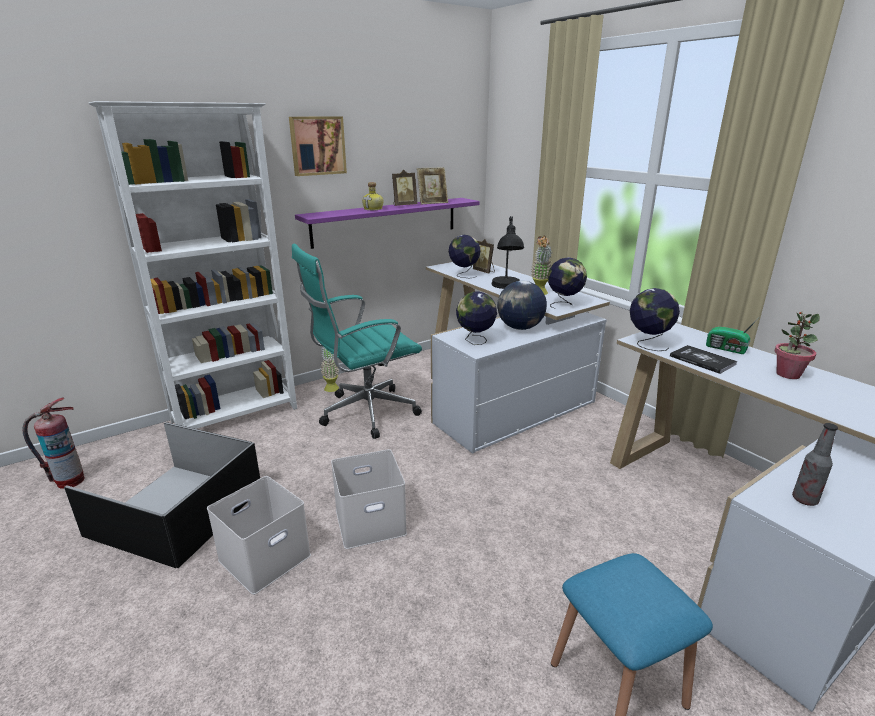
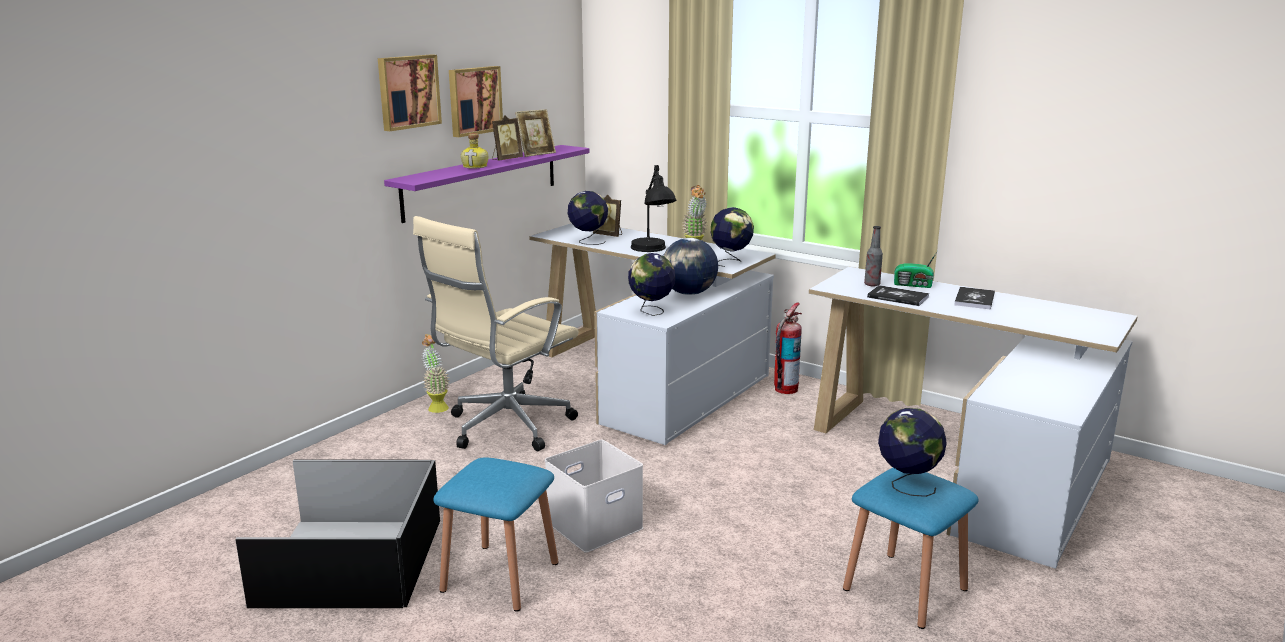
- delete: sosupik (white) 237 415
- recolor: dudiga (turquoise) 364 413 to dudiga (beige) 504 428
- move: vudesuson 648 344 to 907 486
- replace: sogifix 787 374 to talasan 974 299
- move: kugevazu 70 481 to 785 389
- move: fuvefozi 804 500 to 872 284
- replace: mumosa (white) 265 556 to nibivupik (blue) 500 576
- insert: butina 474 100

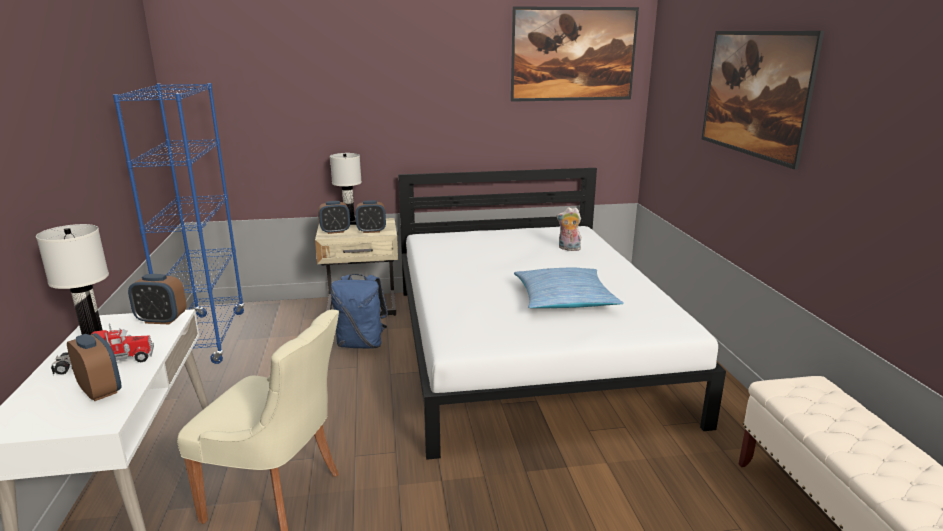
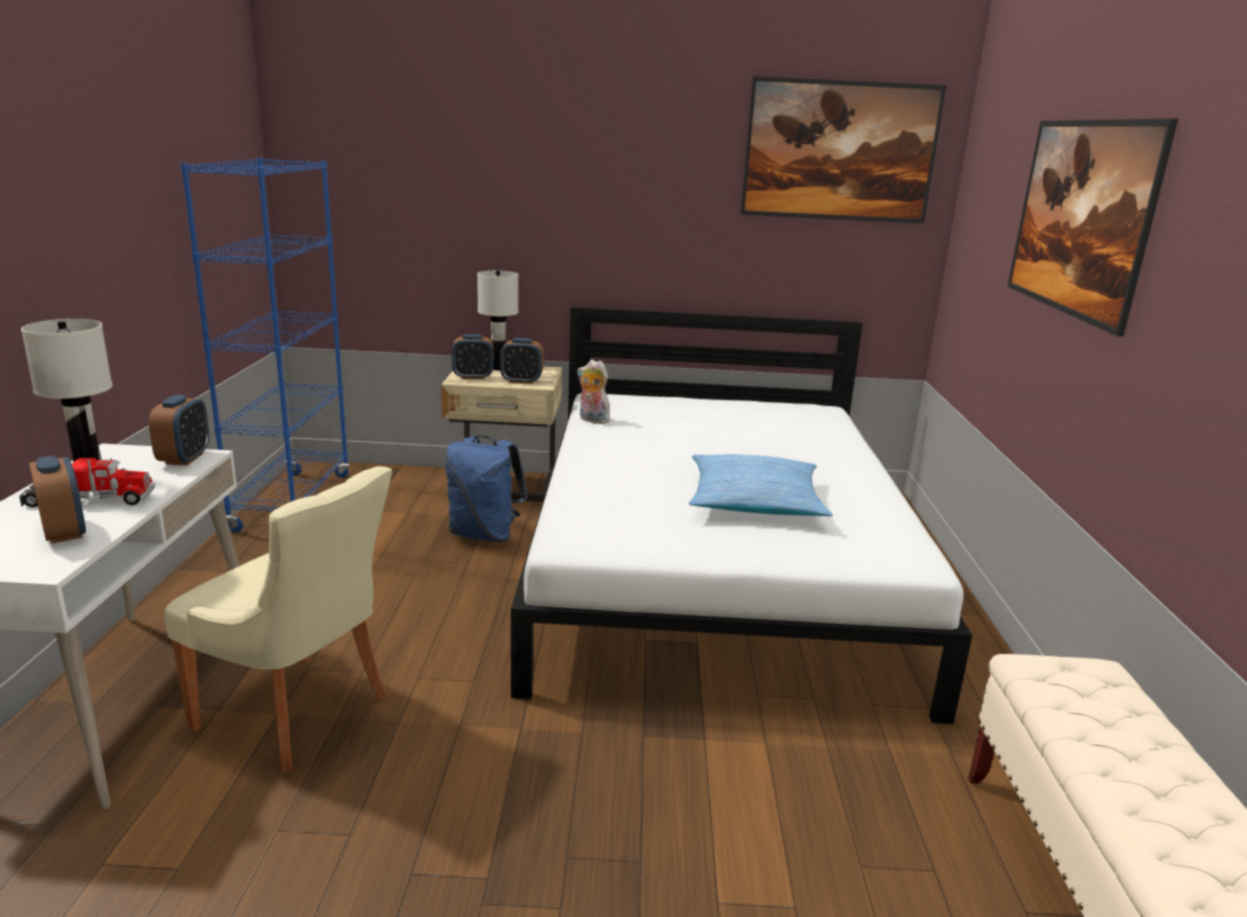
- move: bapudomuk 568 249 to 592 420
- rotate: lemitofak 161 320 = 184 458 105 degrees counterclockwise

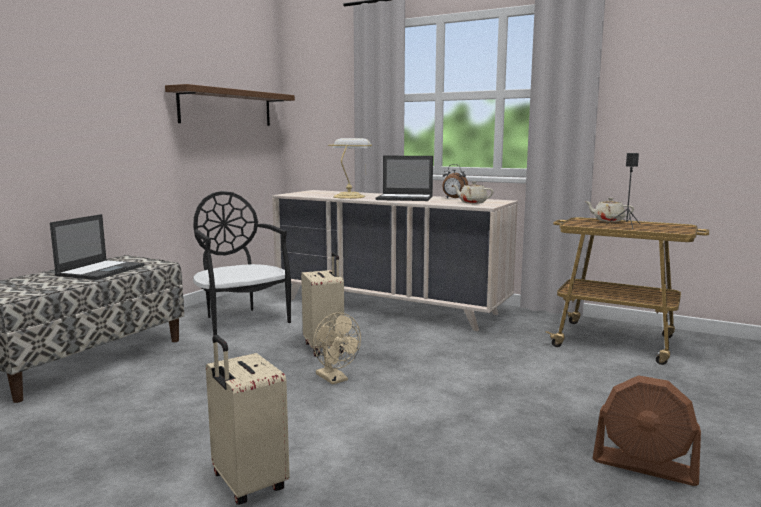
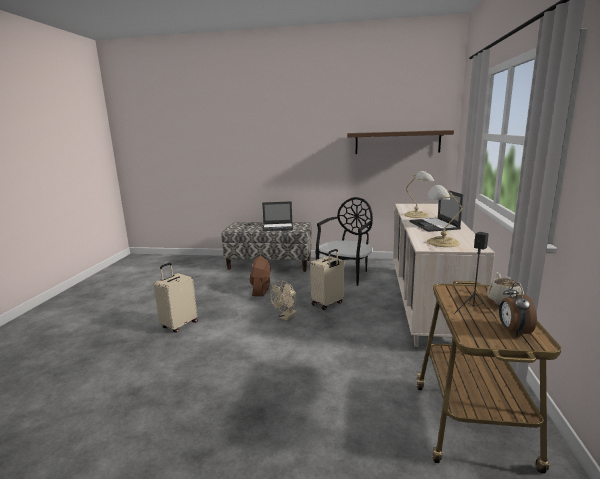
- move: lemitofak 453 198 to 513 331
- replace: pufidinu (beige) 472 202 to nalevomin 441 242
- move: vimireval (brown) 645 466 to 261 289

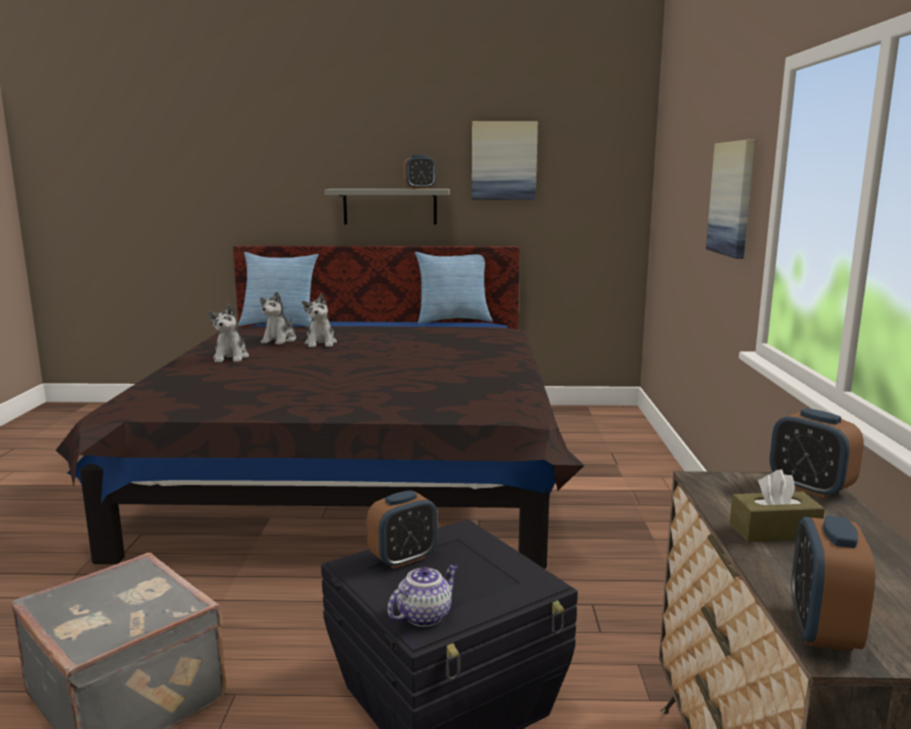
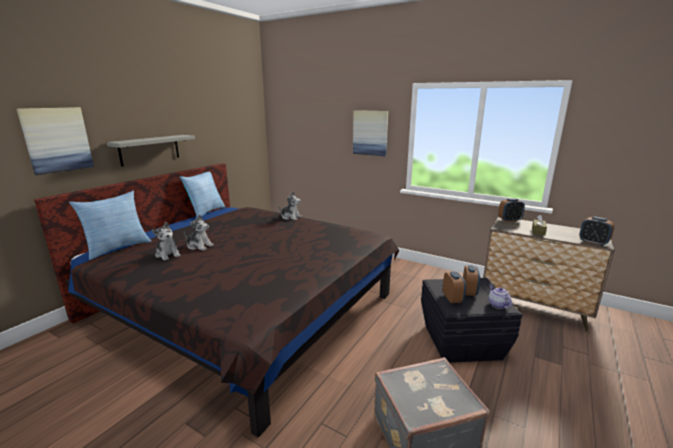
- move: butina 504 161 to 57 140
- move: lemitofak 419 188 to 469 292
- move: bapudomuk 231 357 to 290 217

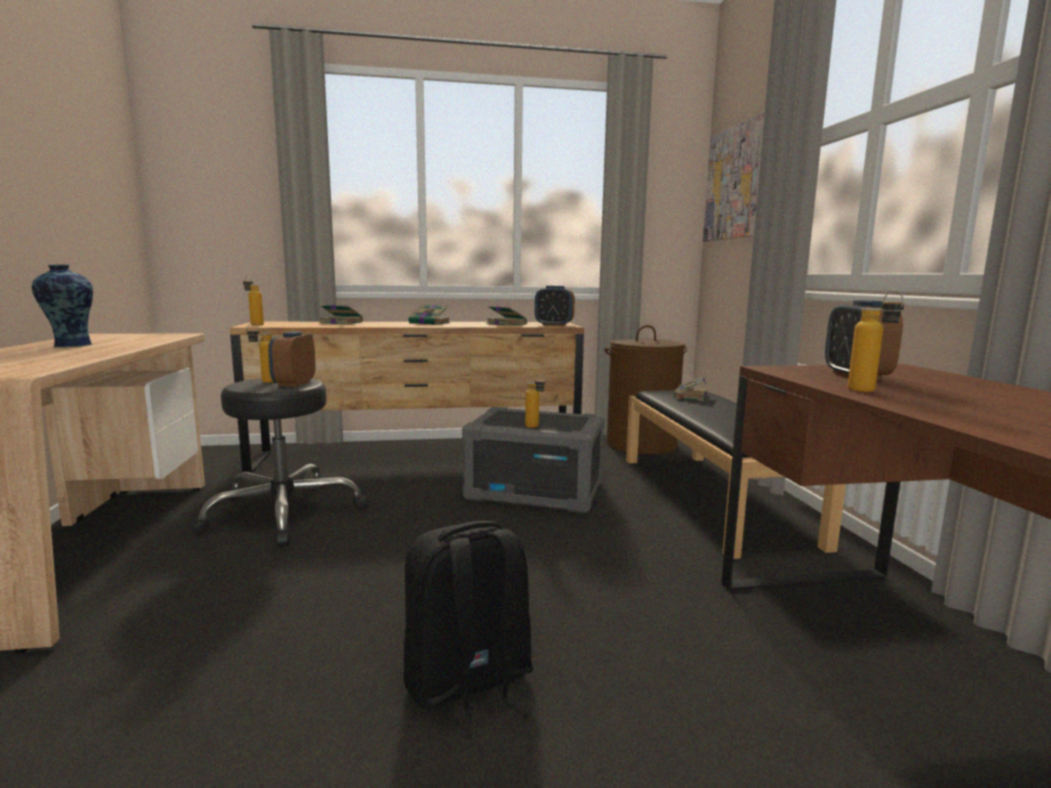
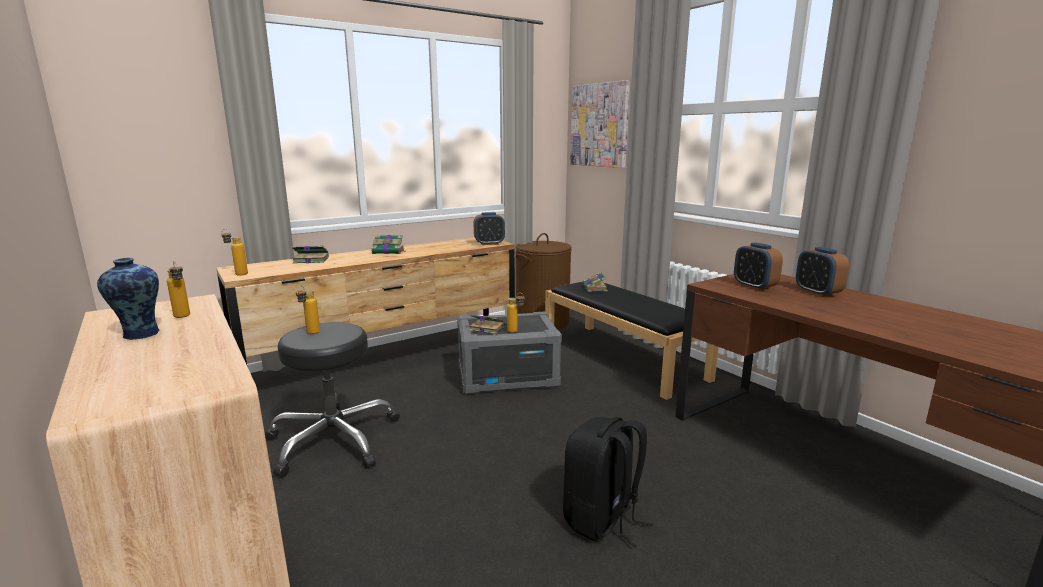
- move: fuvefozi 869 392 to 183 317
- move: talasan 505 324 to 486 328
- move: lemitofak 294 384 to 817 292

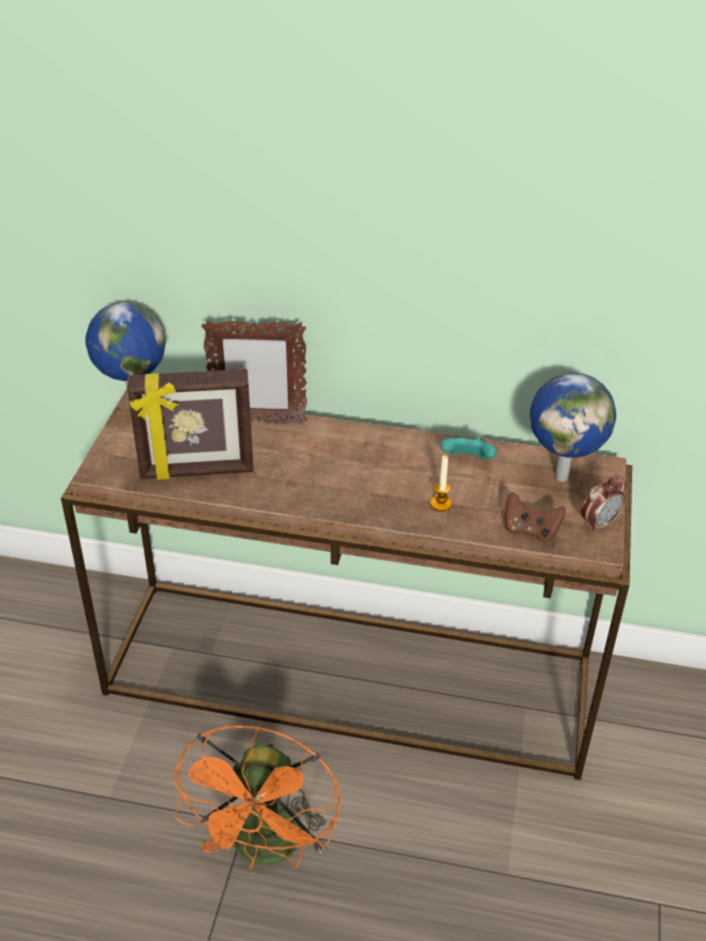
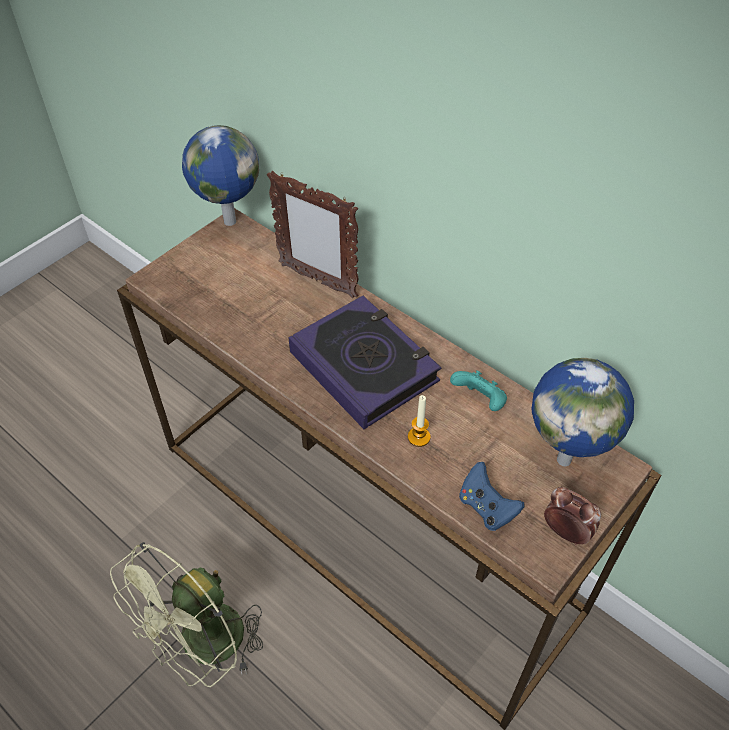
- delete: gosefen 197 471
- rotate: lemitofak 599 523 = 565 532 135 degrees counterclockwise
- recolor: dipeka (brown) 530 531 to dipeka (blue) 486 507
- recolor: vimireval (orange) 267 850 to vimireval (green) 203 648
- insert: talasan 364 366

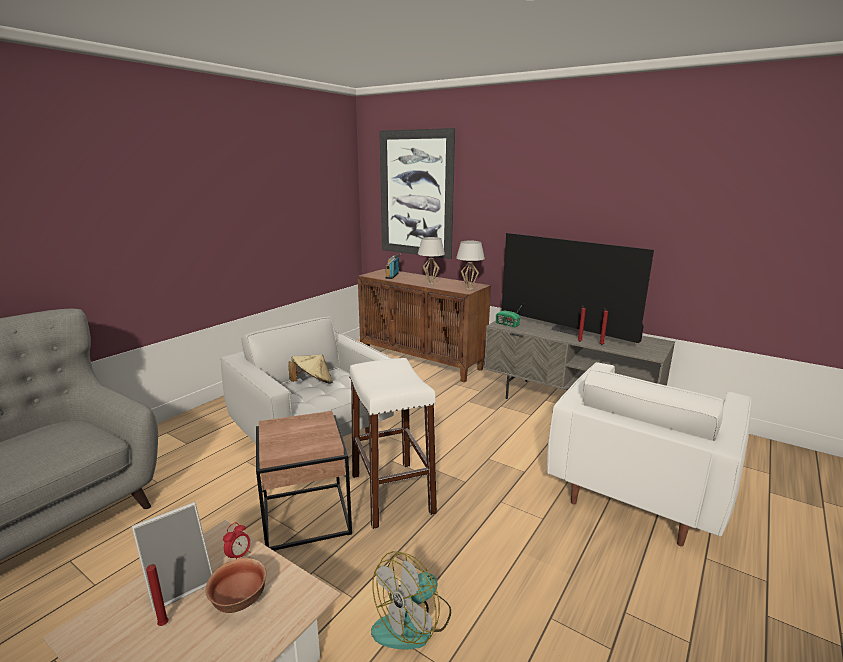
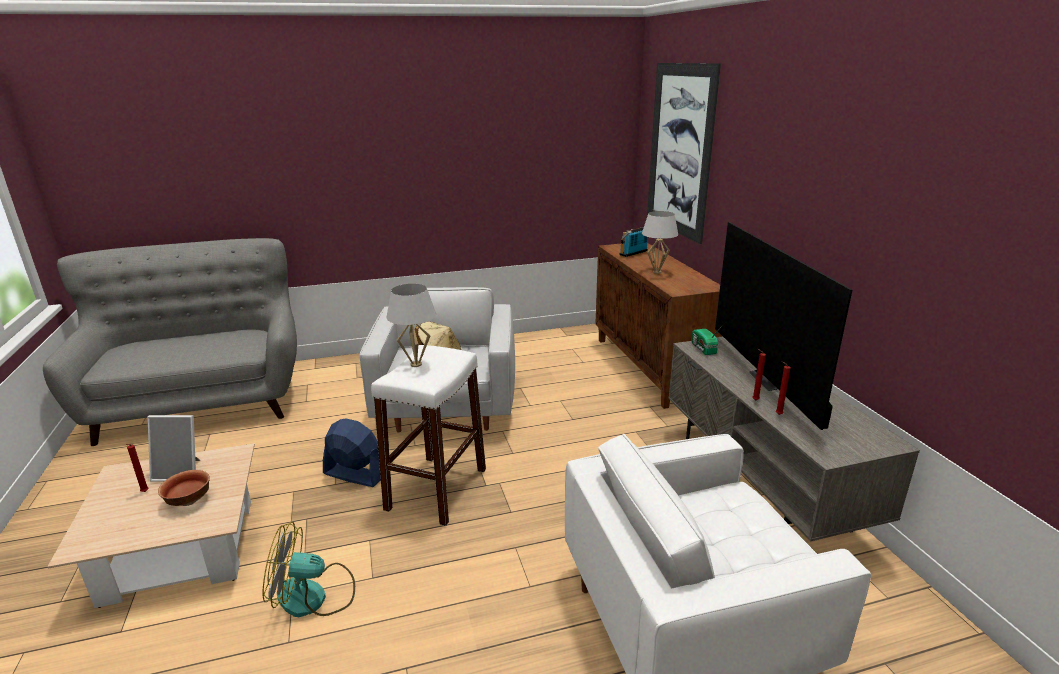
- move: nalevomin (white) 469 289 to 416 364
- replace: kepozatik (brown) 305 517 to vimireval (blue) 354 474
- delete: lemitofak 239 556

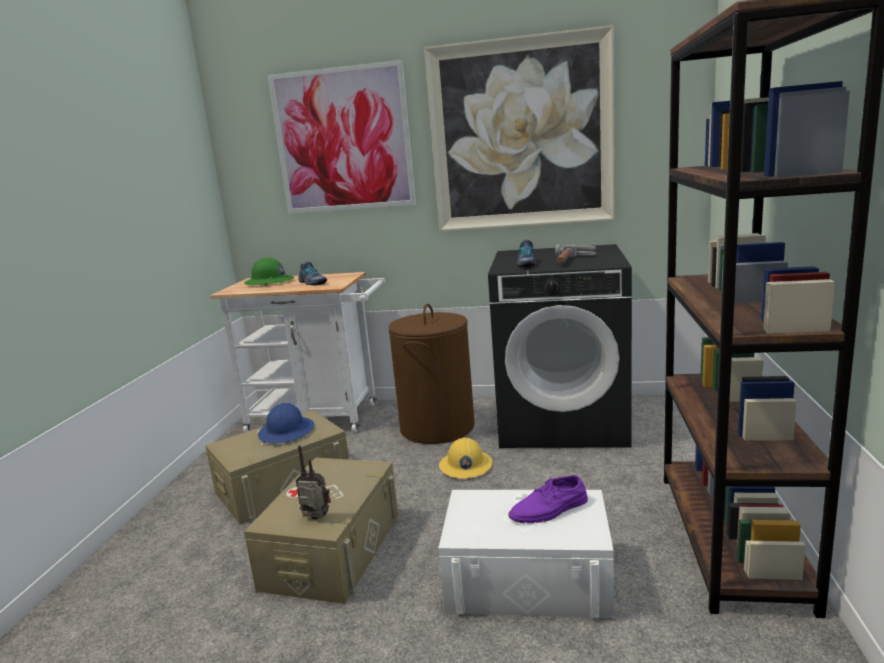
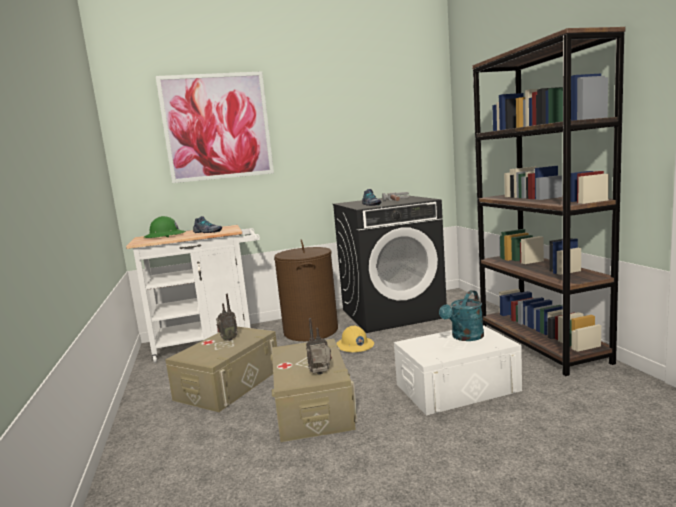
- delete: butina 521 135
- replace: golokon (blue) 286 431 to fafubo 228 339
- replace: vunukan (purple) 549 510 to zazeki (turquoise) 465 337

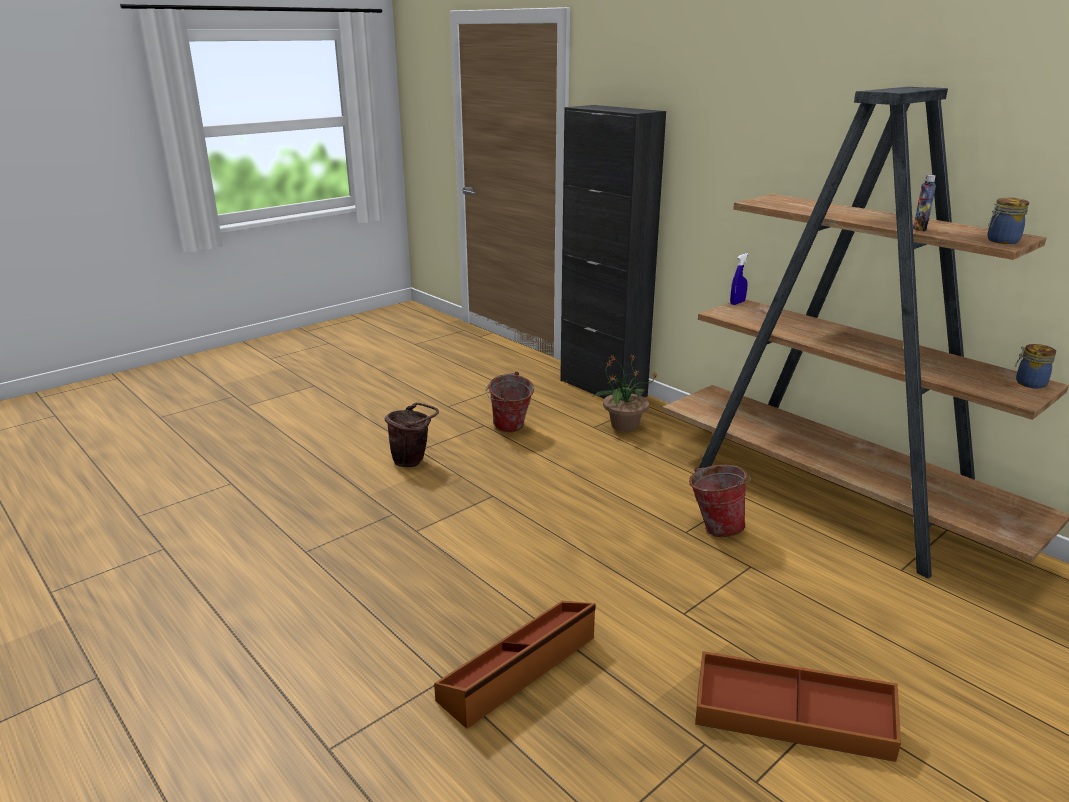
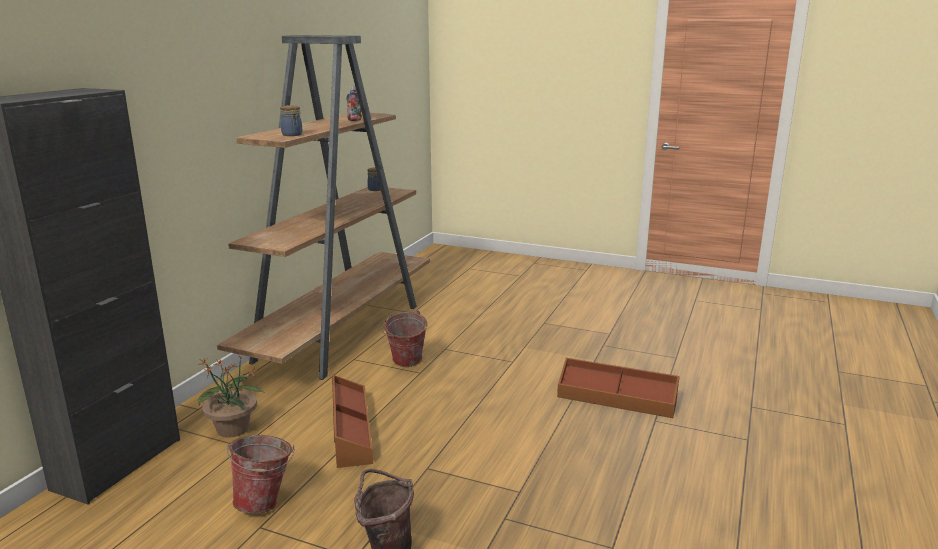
- move: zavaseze 1001 241 to 292 135
- delete: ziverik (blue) 737 303
- move: mumosa (brown) 791 720 to 350 430

